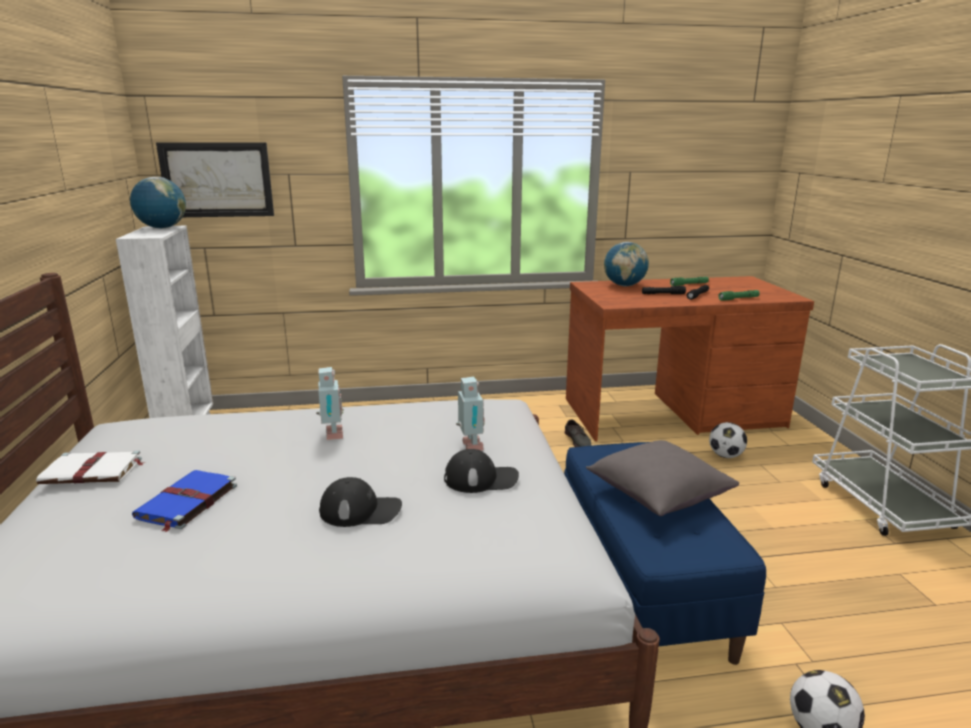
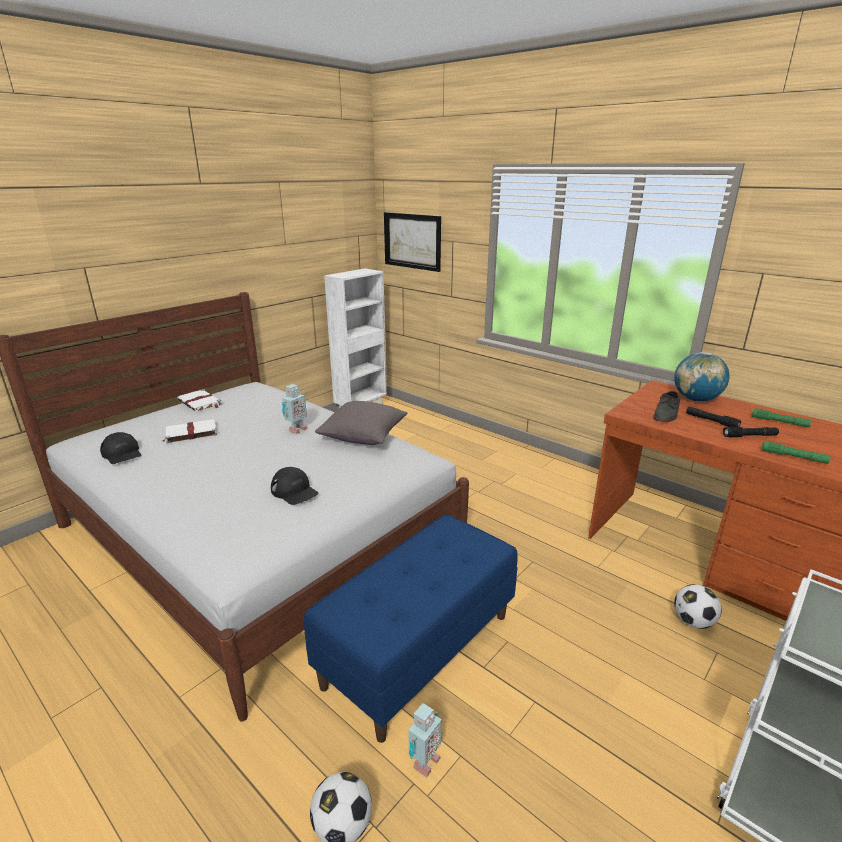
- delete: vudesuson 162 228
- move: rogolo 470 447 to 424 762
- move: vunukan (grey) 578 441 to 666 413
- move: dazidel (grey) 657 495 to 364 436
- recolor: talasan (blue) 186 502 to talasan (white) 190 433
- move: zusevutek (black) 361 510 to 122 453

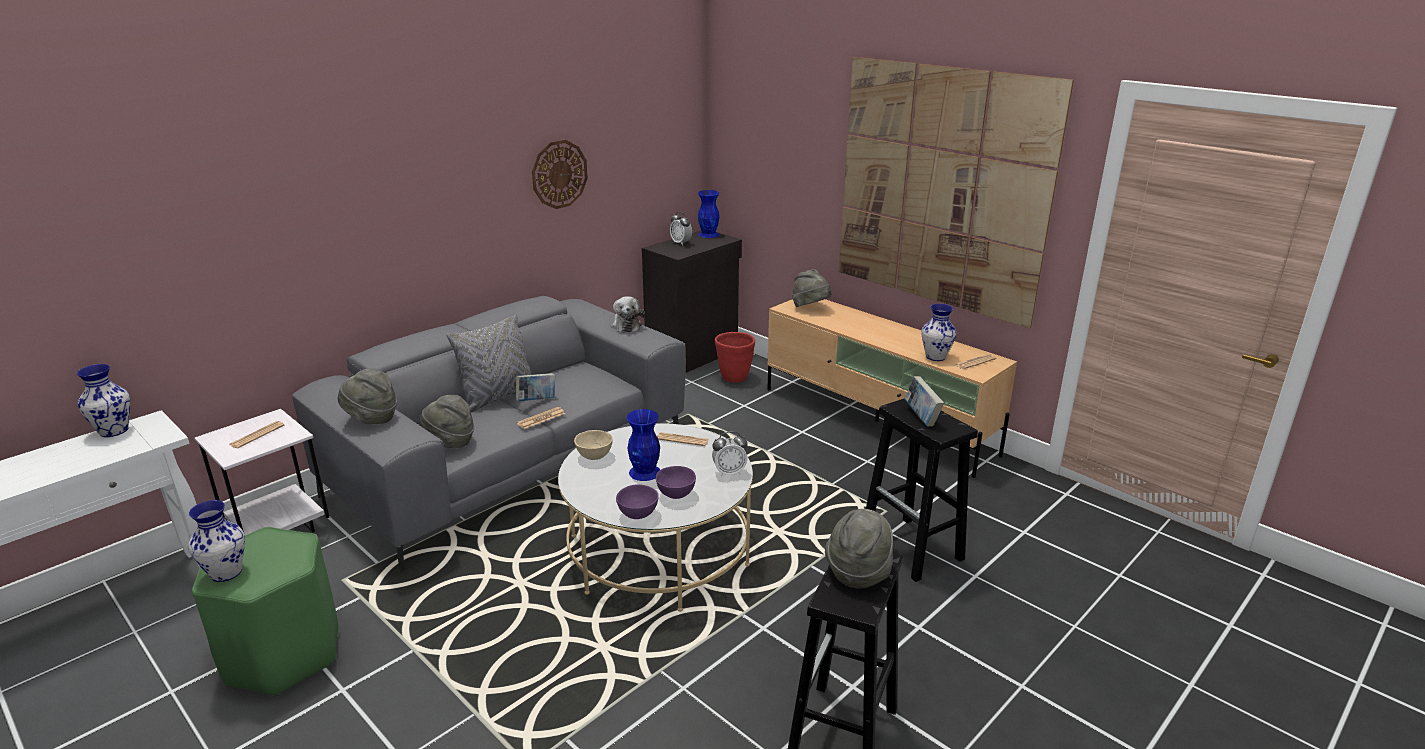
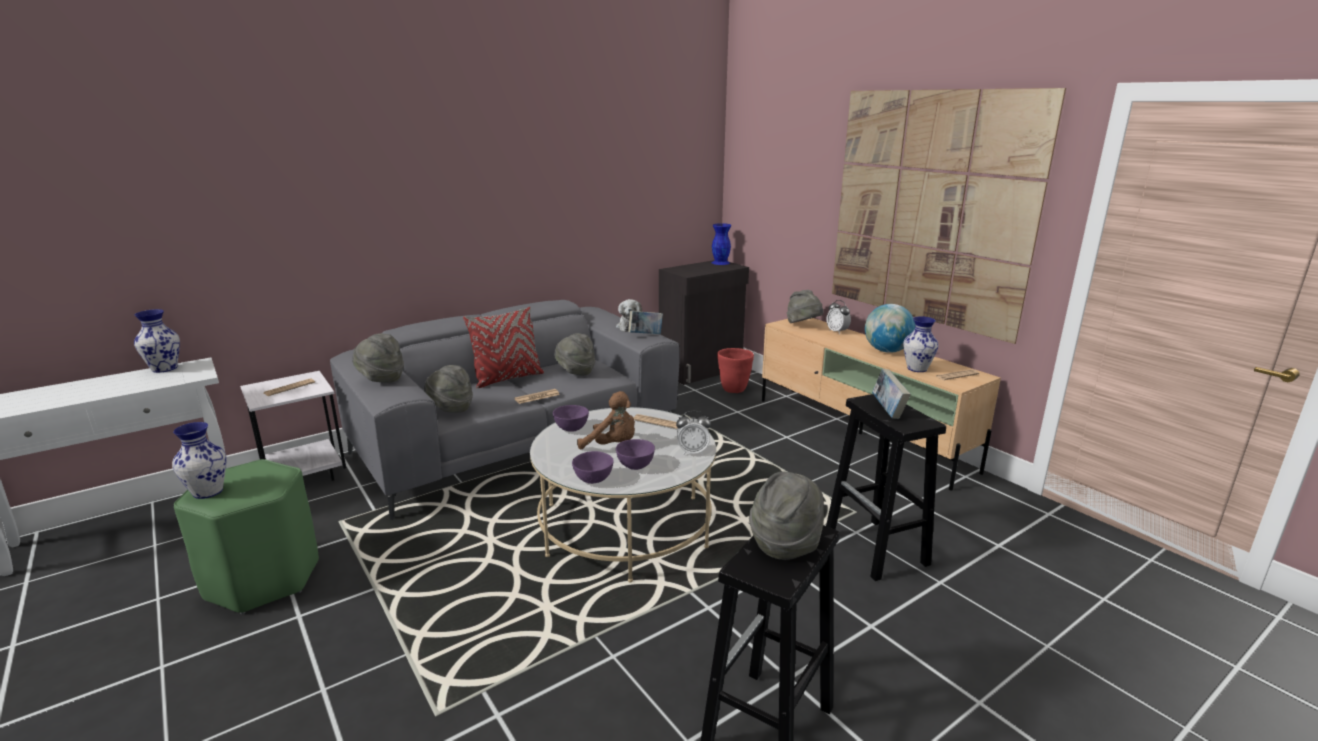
- delete: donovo 559 174
- move: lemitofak 681 243 to 837 331
- recolor: dazidel (grey) 498 397 to dazidel (red) 507 378
- move: talasan 537 401 to 645 335
- replace: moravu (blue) 644 472 to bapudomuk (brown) 612 445
- recolor: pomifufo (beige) 594 456 to pomifufo (purple) 571 429
- insert: vudesuson 887 351
- insert: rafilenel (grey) 575 372

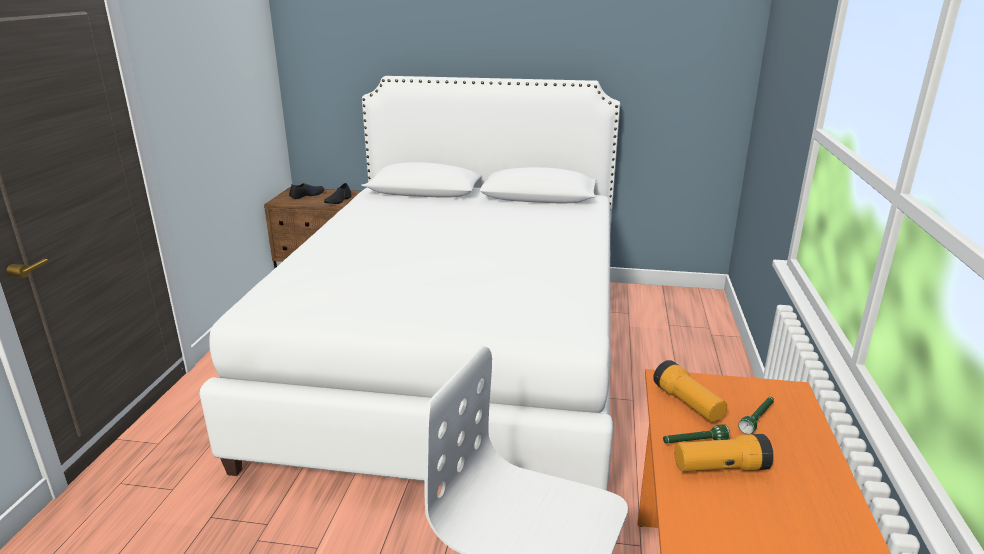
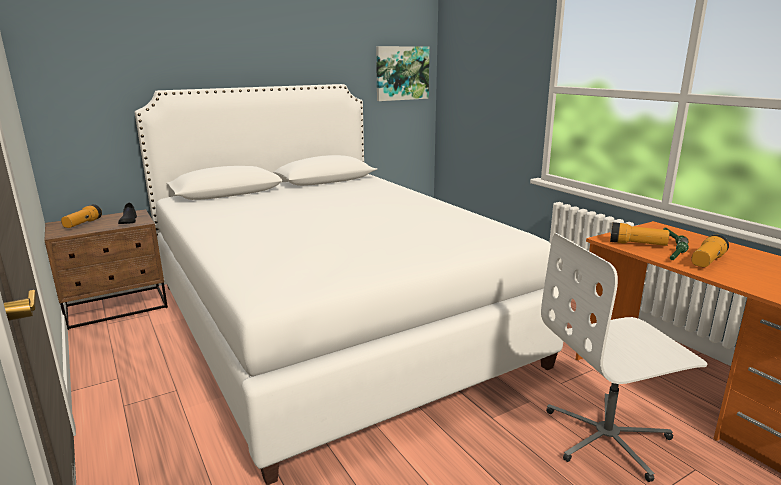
- replace: vunukan (black) 307 195 to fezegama 83 224
- insert: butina 402 73

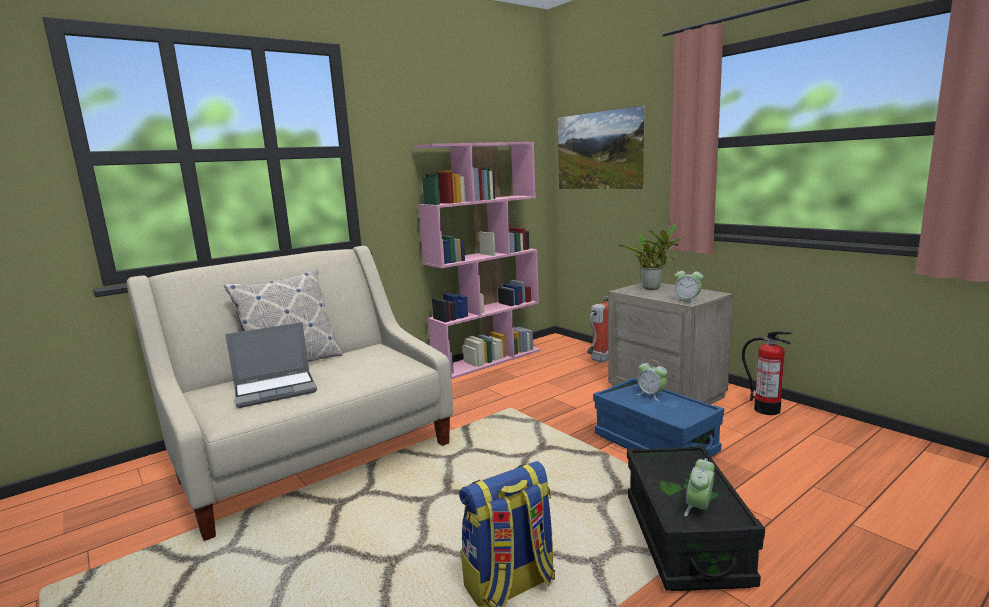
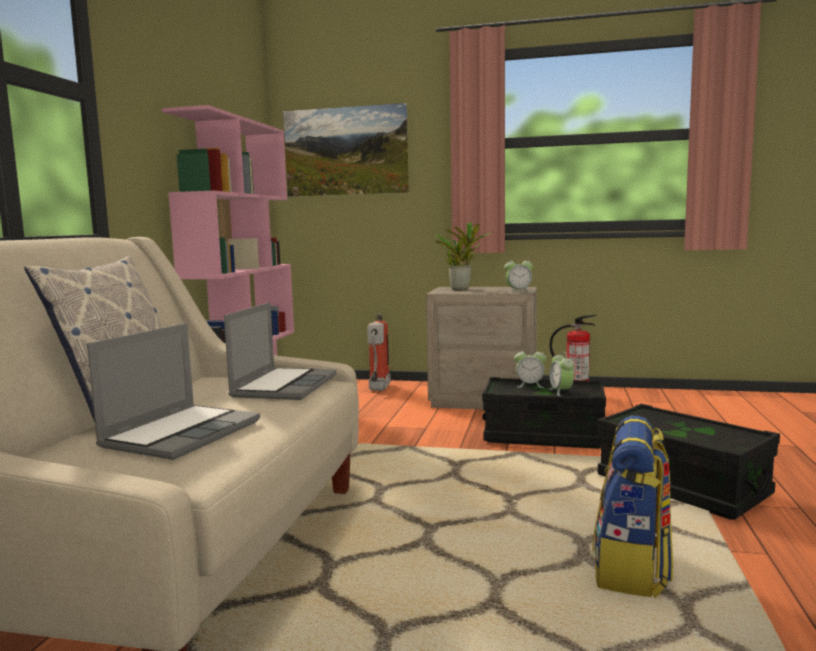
- recolor: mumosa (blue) 655 444 to mumosa (black) 543 435
- move: lemitofak 699 508 to 561 392
- insert: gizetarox 284 386

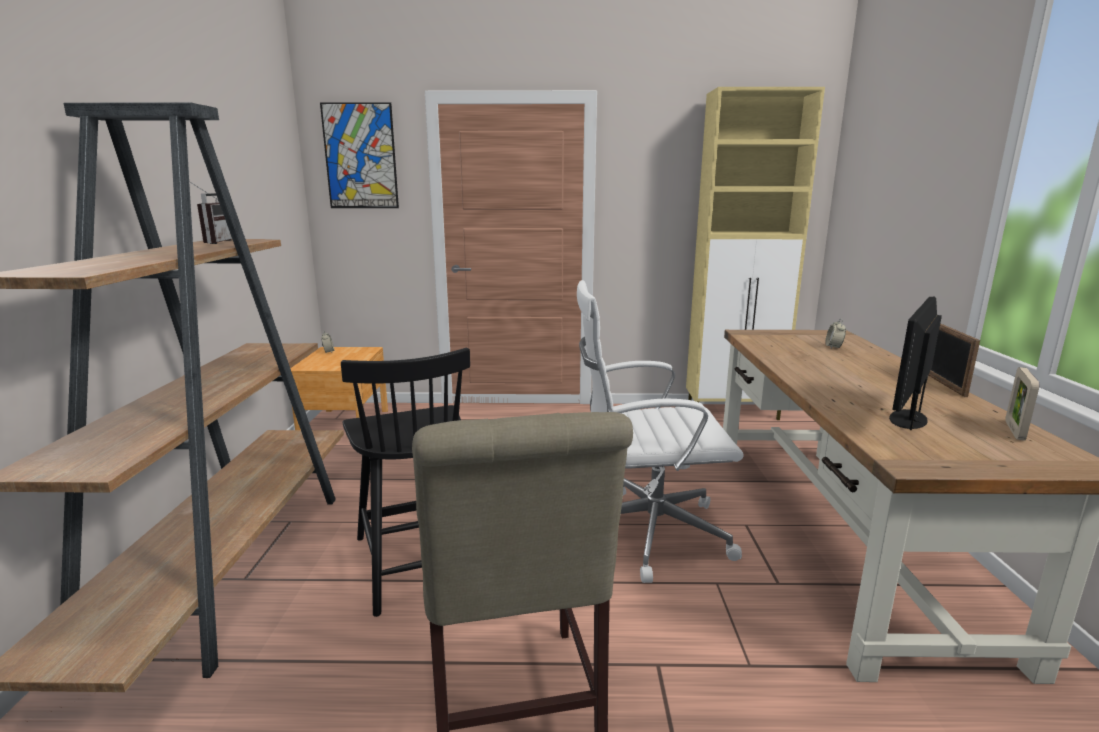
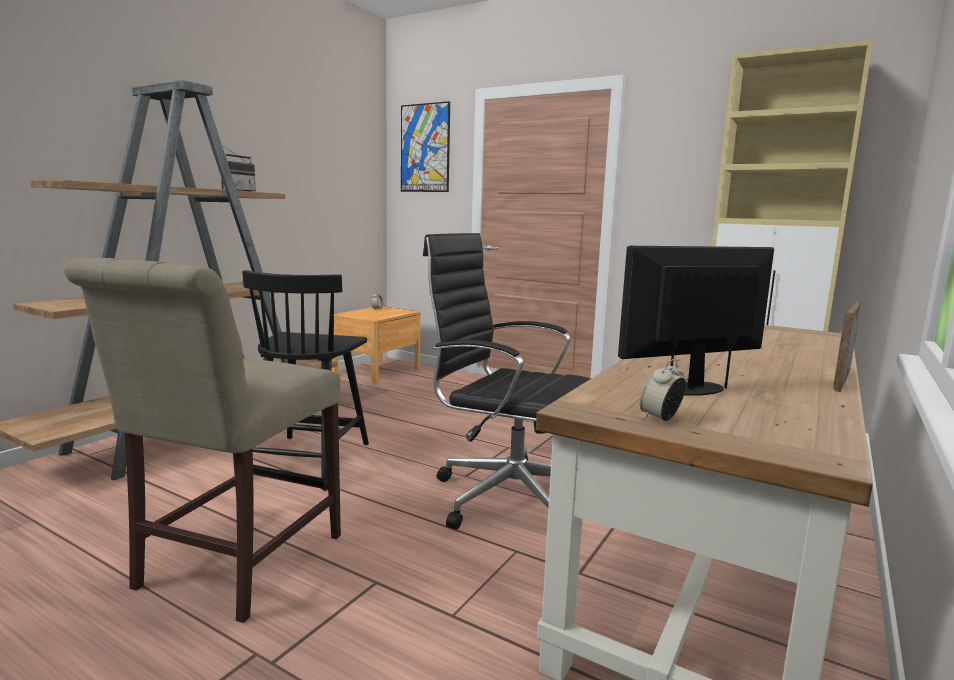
- recolor: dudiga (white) 647 532 to dudiga (black) 508 497
- move: lemitofak 833 347 to 660 418
- delete: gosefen 1014 430

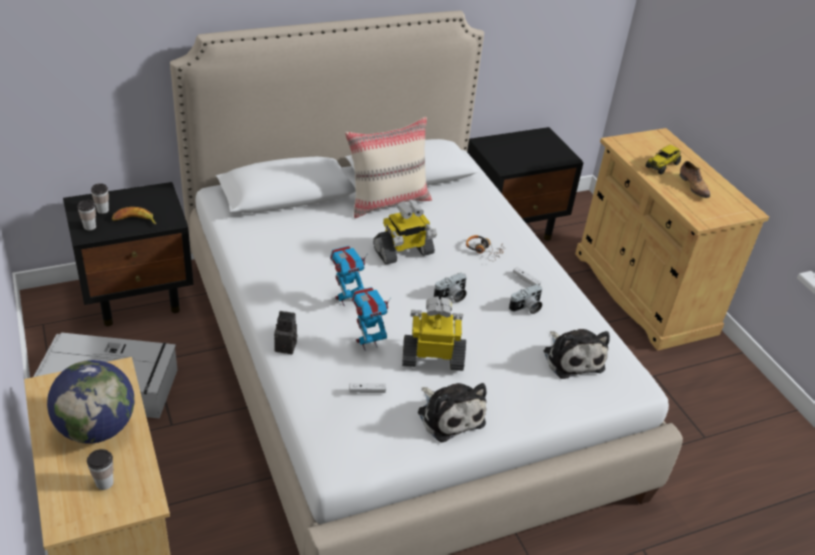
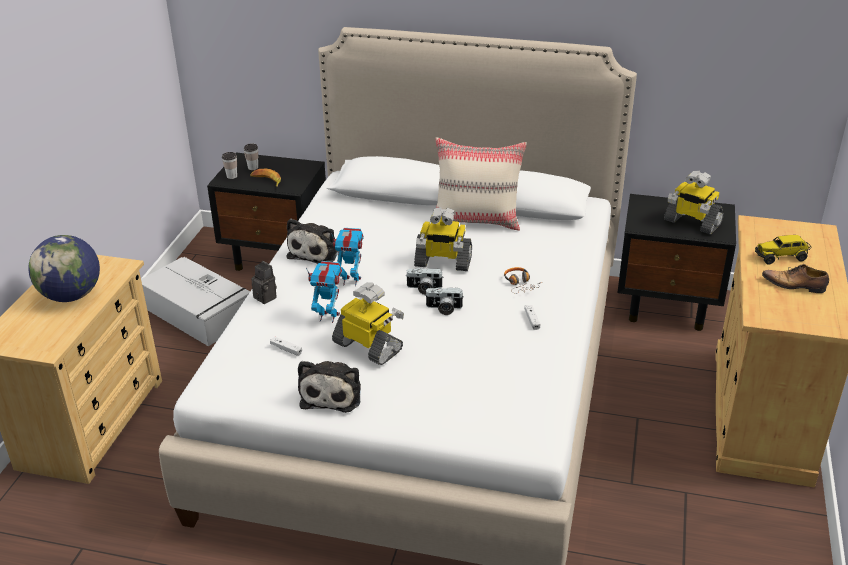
- rotate: vunukan 693 186 = 794 285 90 degrees clockwise
- move: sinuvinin 526 308 to 424 289
- move: bapudomuk 572 358 to 316 251
- delete: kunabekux 104 483
- insert: rogolo 691 222

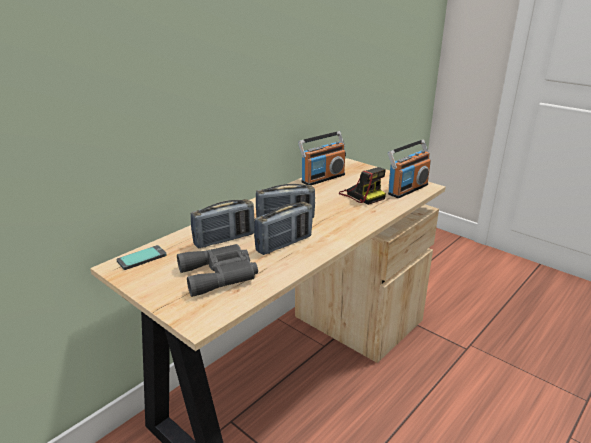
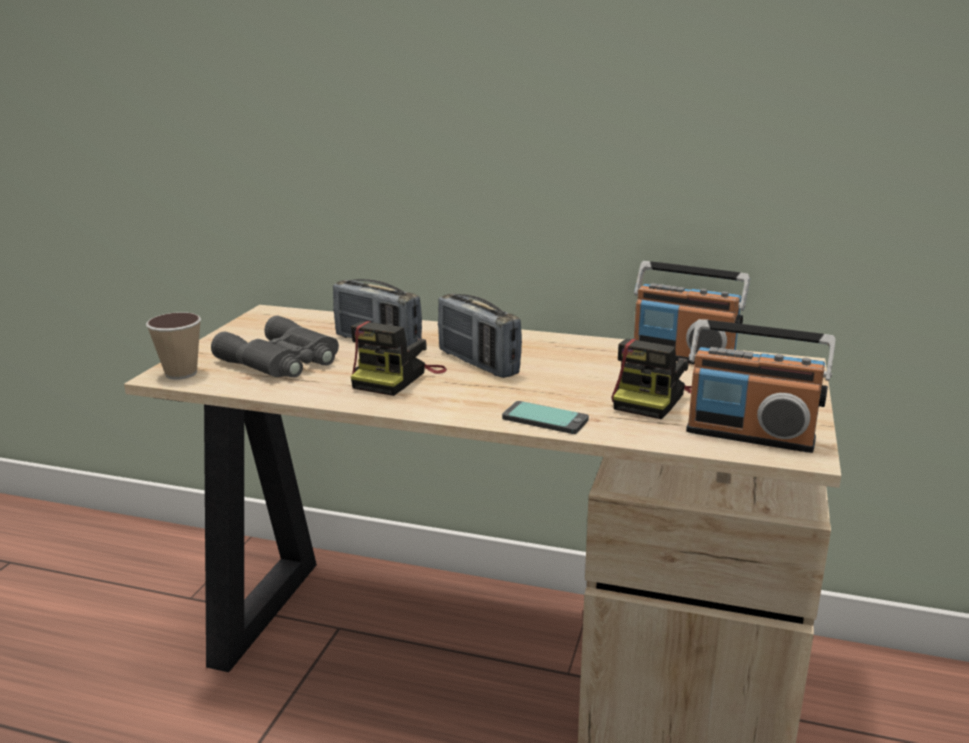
- replace: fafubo 284 244 to sinuvinin 396 377
- move: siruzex 141 258 to 545 419
- insert: kunabekux 181 373

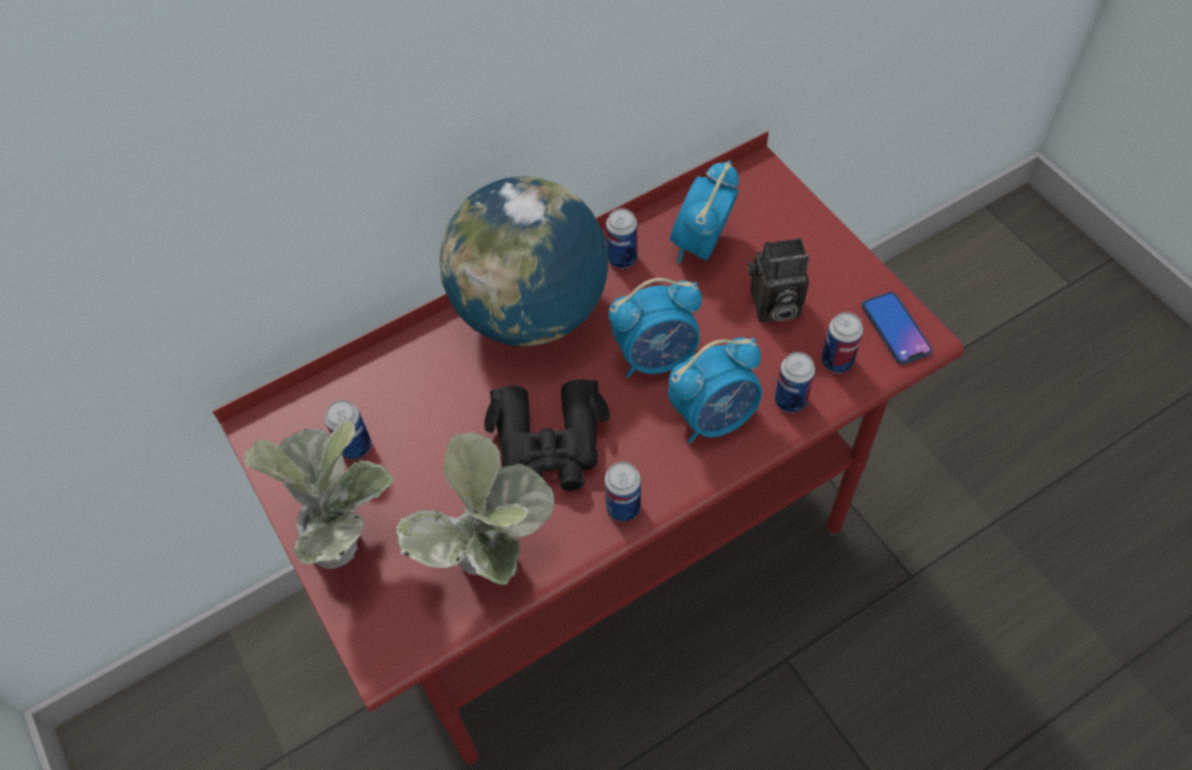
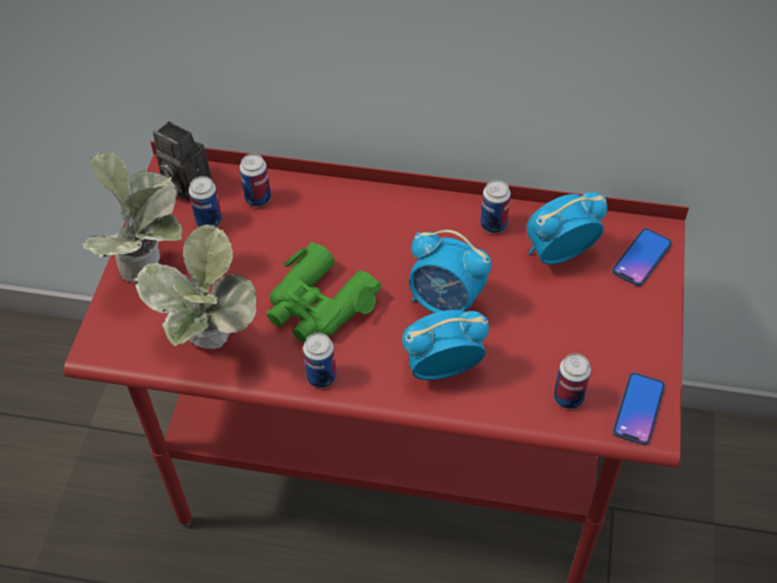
- delete: vudesuson 531 311
- move: sinuvinin 773 307 to 184 185
- rotate: lemitofak 714 417 = 441 368 150 degrees clockwise
- move: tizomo 790 400 to 258 198
- recolor: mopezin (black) 549 445 to mopezin (green) 318 305
- insert: siruzex 641 258

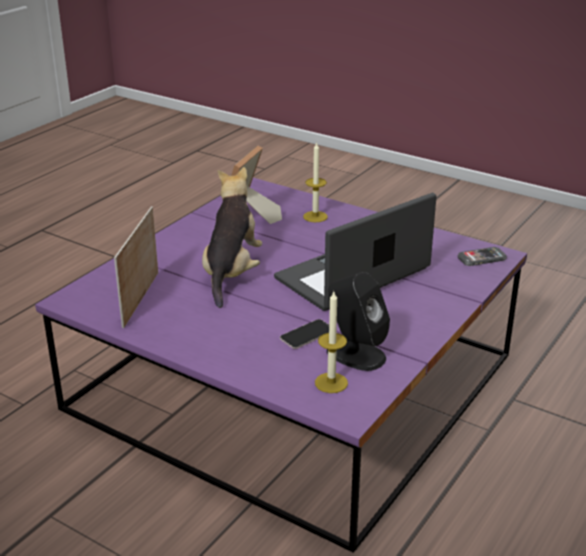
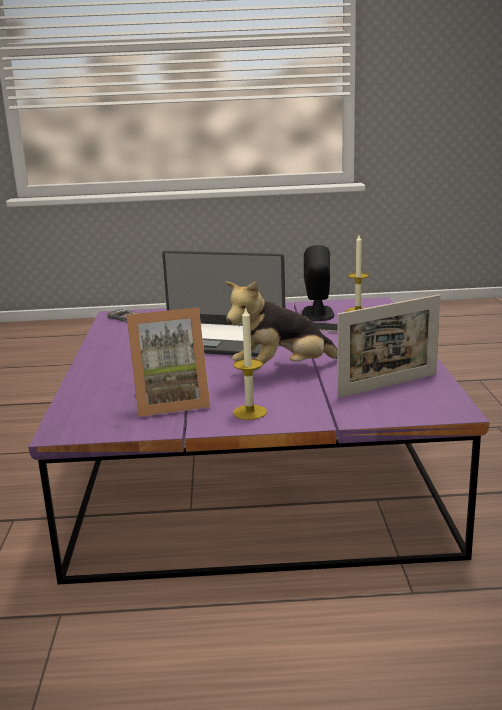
- move: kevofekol 315 216 to 250 412

